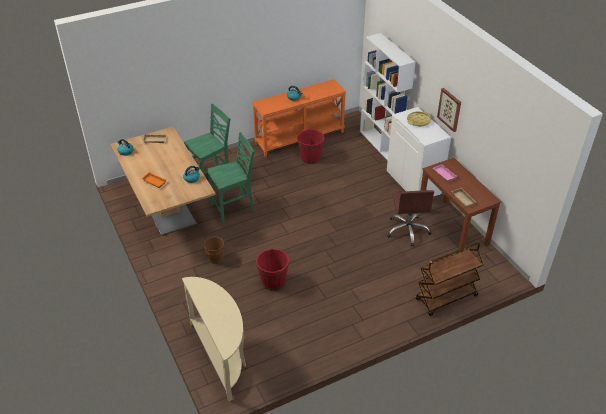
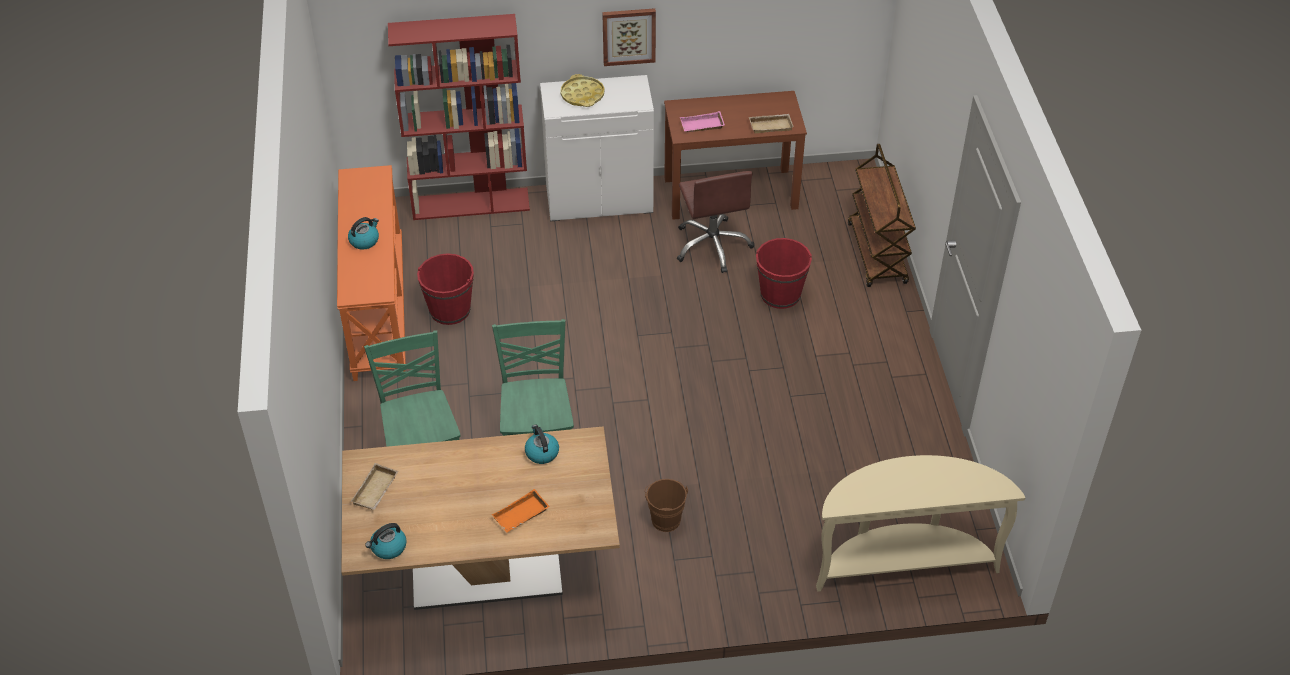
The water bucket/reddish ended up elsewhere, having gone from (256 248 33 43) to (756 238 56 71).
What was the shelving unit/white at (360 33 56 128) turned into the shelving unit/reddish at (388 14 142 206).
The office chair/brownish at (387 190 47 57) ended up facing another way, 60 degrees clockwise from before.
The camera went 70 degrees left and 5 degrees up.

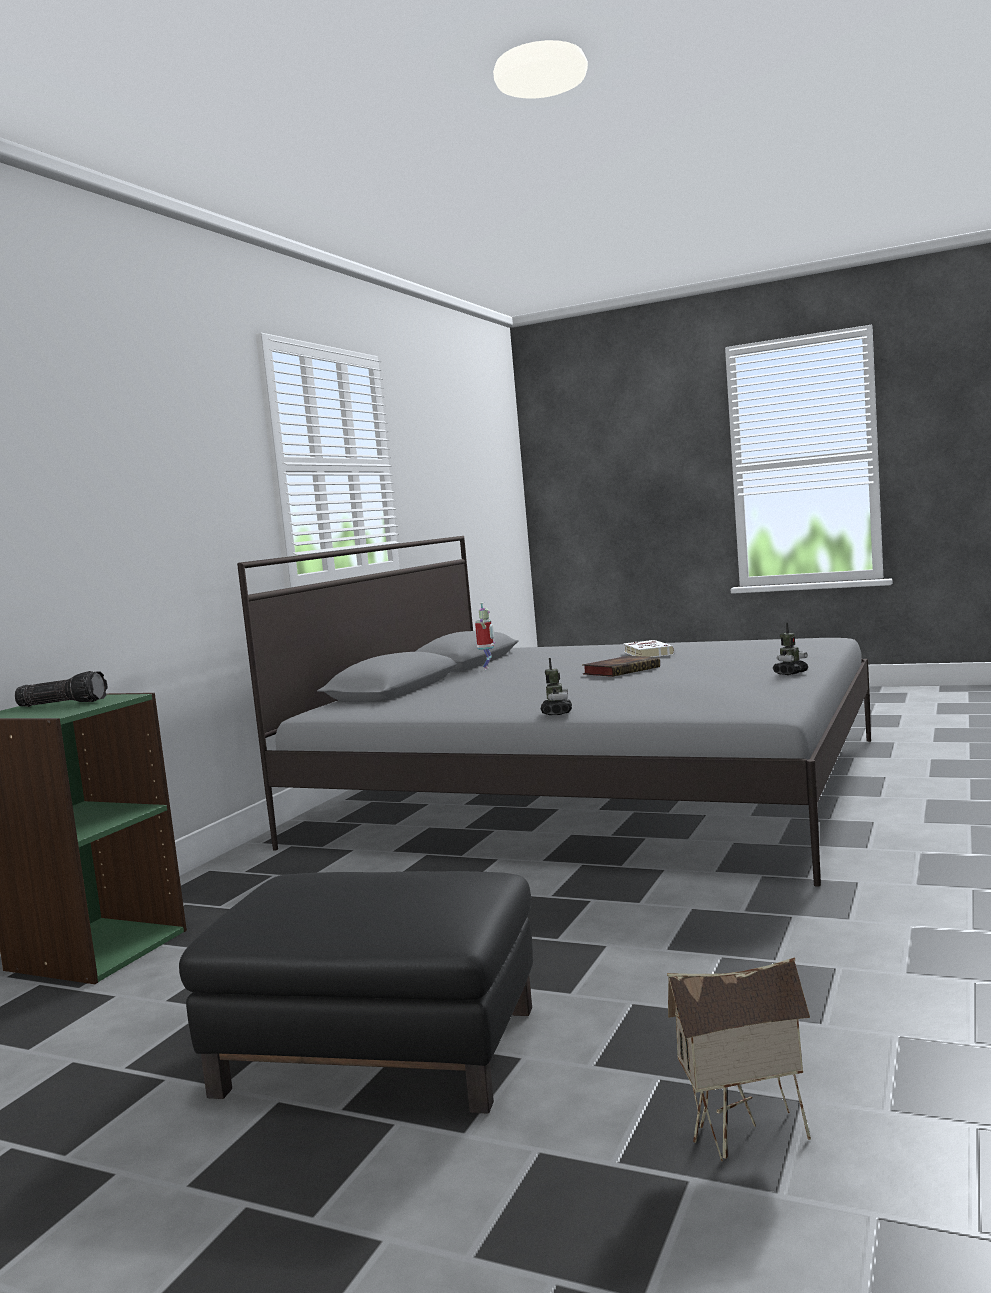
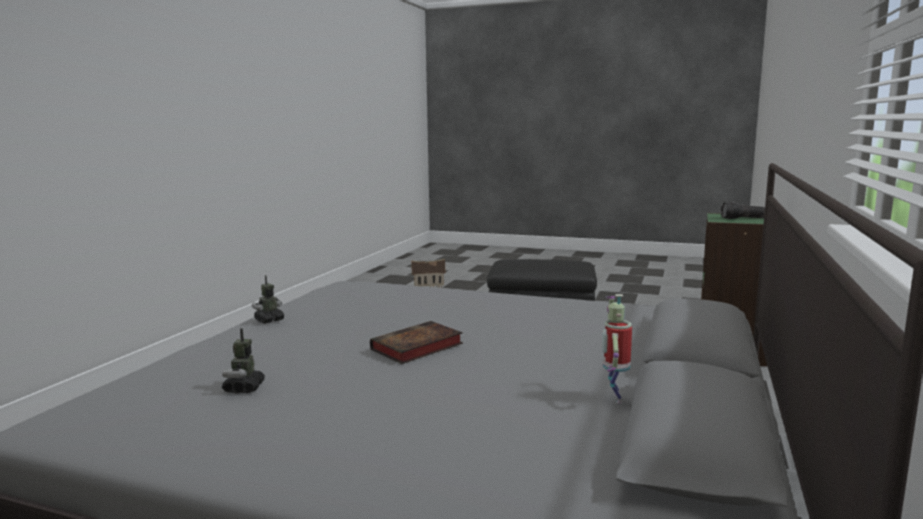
The toy robot ended up elsewhere, having gone from (541 658 31 57) to (222 328 43 66).
The second view lost the volume/white at (623 640 52 17).
The camera went 175 degrees right and 5 degrees up.

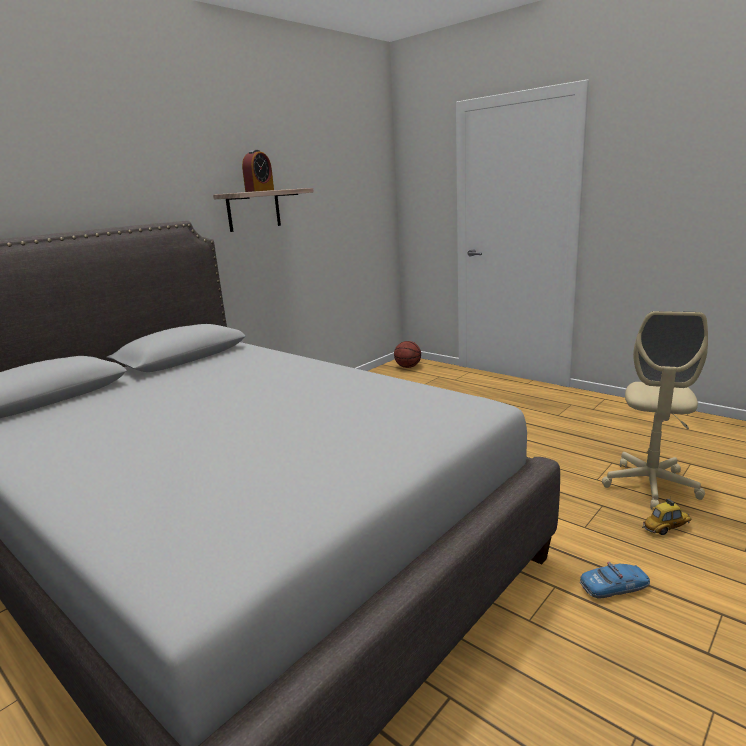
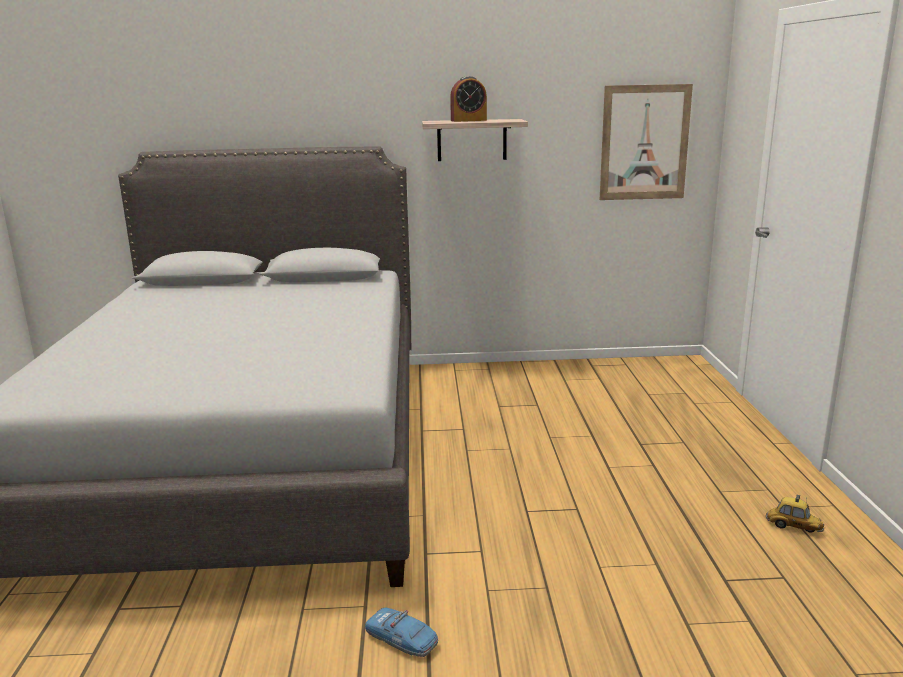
The second view lost the basketball at (394 341 27 27).
The second view lost the office chair/sand-coloured at (602 311 106 199).
The toy car ended up elsewhere, having gone from (642 499 50 36) to (766 495 58 38).
The second view gained the wall art at (600 84 93 116).
The camera went 45 degrees right and 0 degrees up.

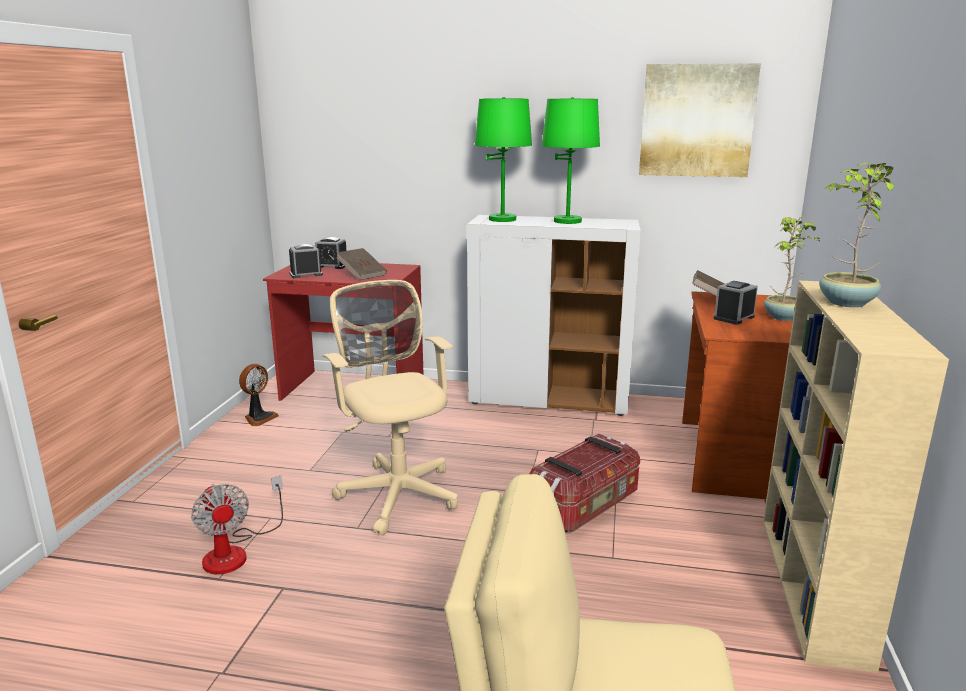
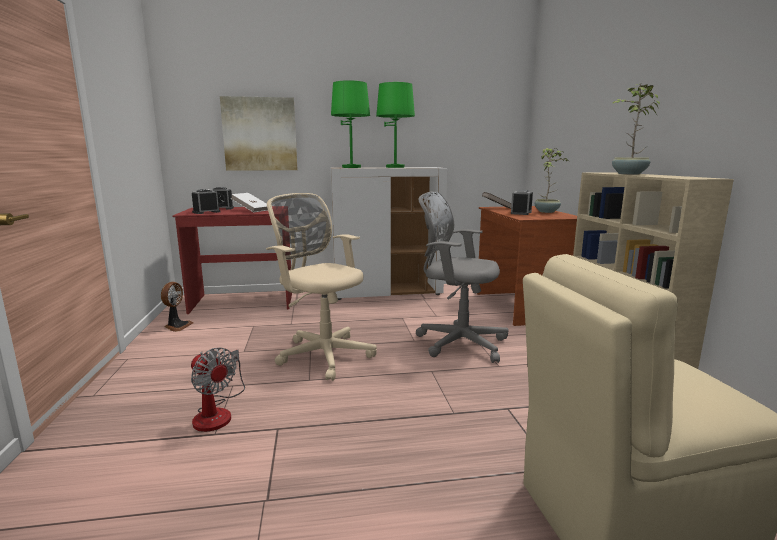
What was the volume/brownish at (336 248 51 32) turned into the volume/white at (230 193 38 20).
Where the storage bin stood at (529 434 111 98), the office chair/gray came to stand at (416 191 93 172).
The wall art ended up elsewhere, having gone from (639 63 122 114) to (220 96 77 75).
The camera went 20 degrees left and 5 degrees down.

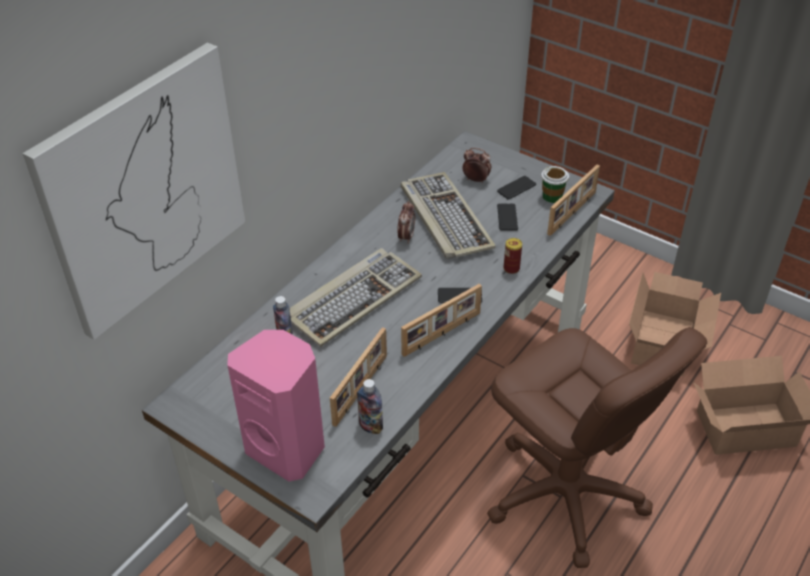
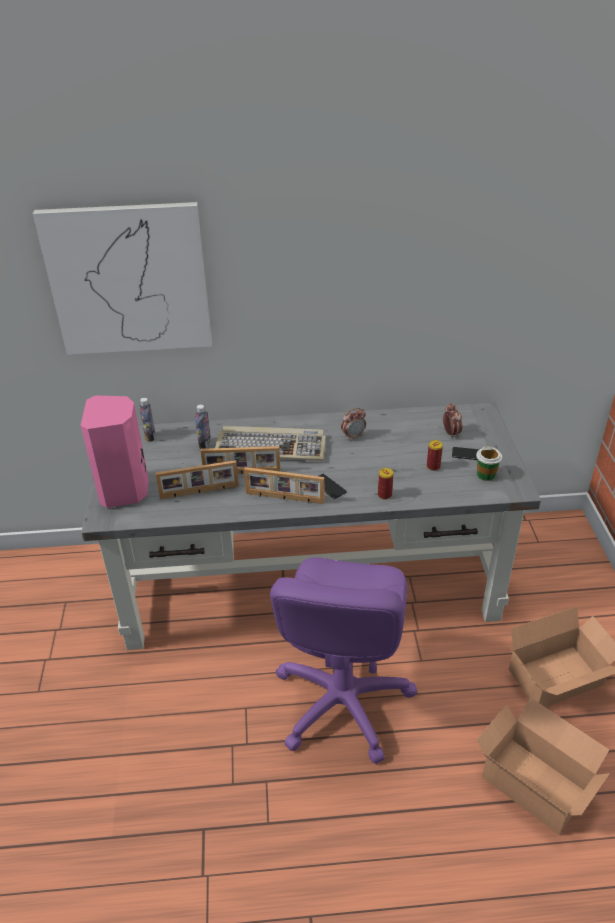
The bottle ended up elsewhere, having gone from (357 379 26 55) to (139 398 17 44).
The second view lost the keyboard at (401 172 95 87).
What was the office chair/brownish at (487 327 220 241) turned into the office chair/purple-coloured at (270 557 147 207).
Where the handset stood at (497 204 21 27), the sealed can came to stand at (427 440 16 31).
The photo frame ended up elsewhere, having gone from (547 165 53 71) to (201 446 79 28).
The camera went 50 degrees right and 5 degrees down.

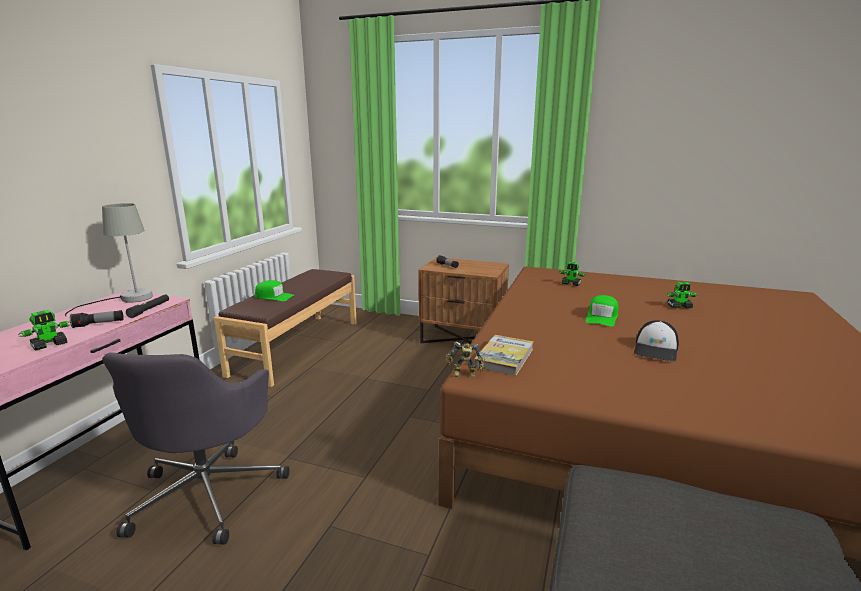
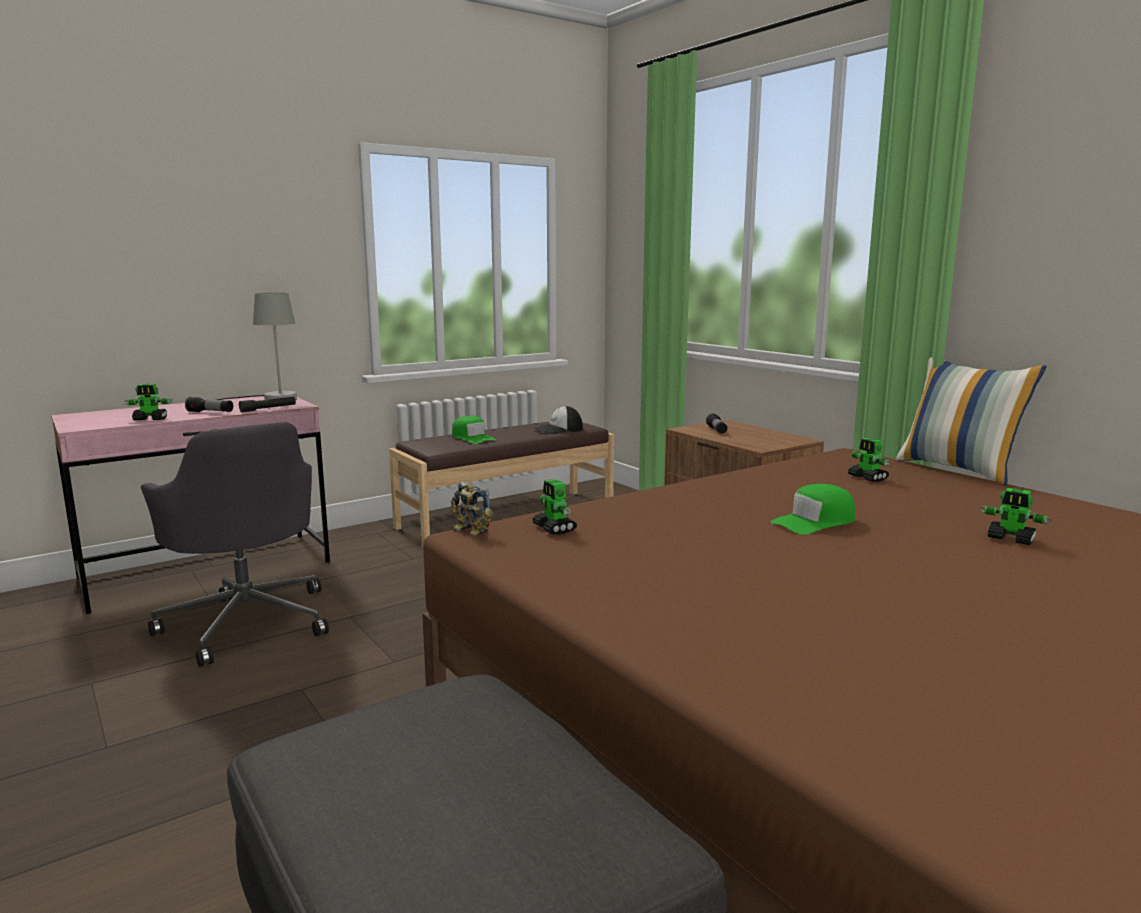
The office chair/gray at (102 352 187 193) ended up facing another way, 75 degrees counterclockwise from before.
Where the volume stood at (474 335 60 41), the toy robot came to stand at (532 479 45 56).
The cap ended up elsewhere, having gone from (634 320 45 41) to (534 406 49 28).
The second view gained the pillow at (896 357 151 128).
The camera went 35 degrees right and 5 degrees down.

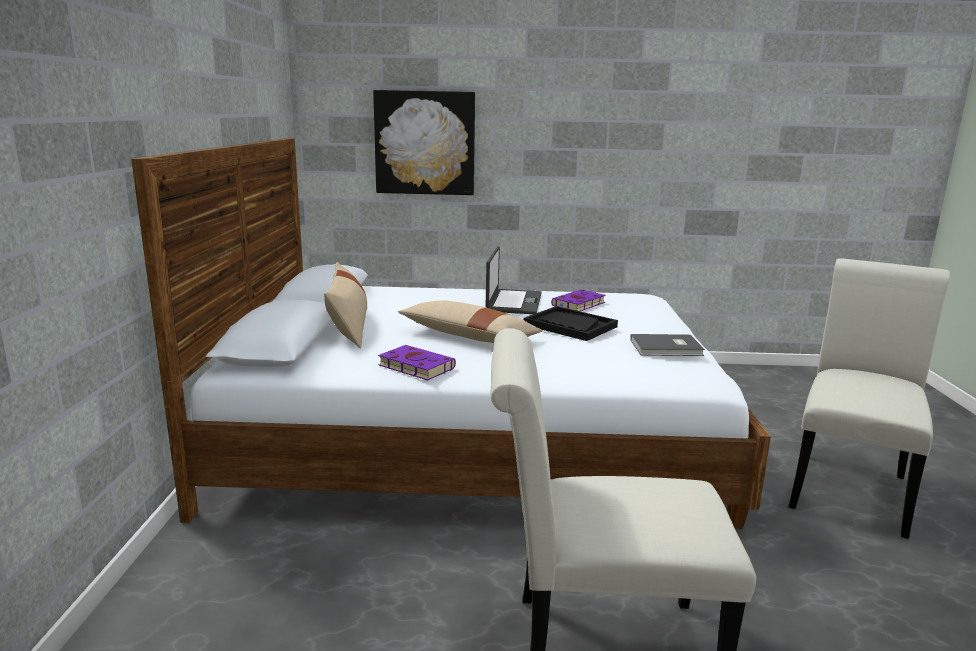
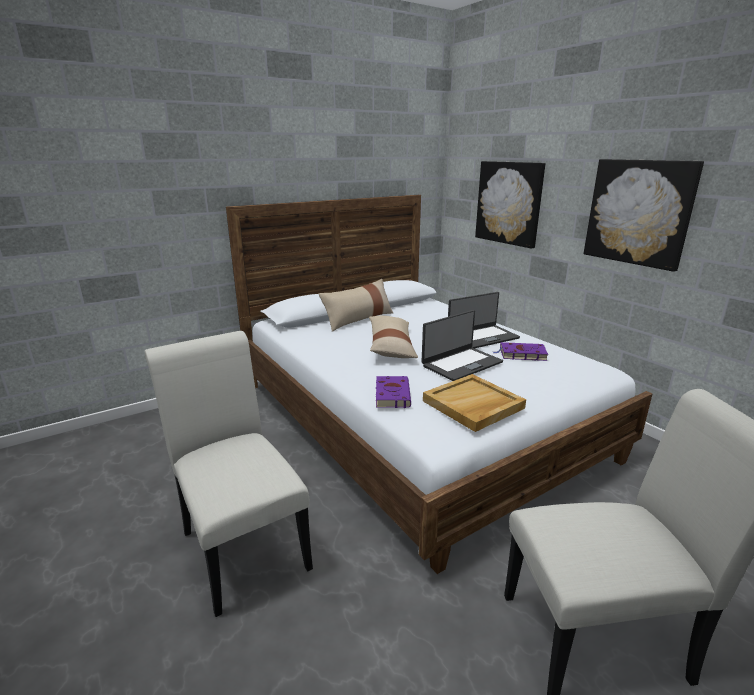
The volume/purple-coloured ended up elsewhere, having gone from (378 345 78 35) to (376 376 35 32).
Where the tray/black stood at (524 306 94 35), the notebook computer came to stand at (421 310 82 71).
Where the volume/gray stood at (630 334 75 22), the tray/sand-coloured came to stand at (423 374 103 58).
The second view gained the wall art at (584 159 120 113).
The camera went 55 degrees right and 5 degrees up.

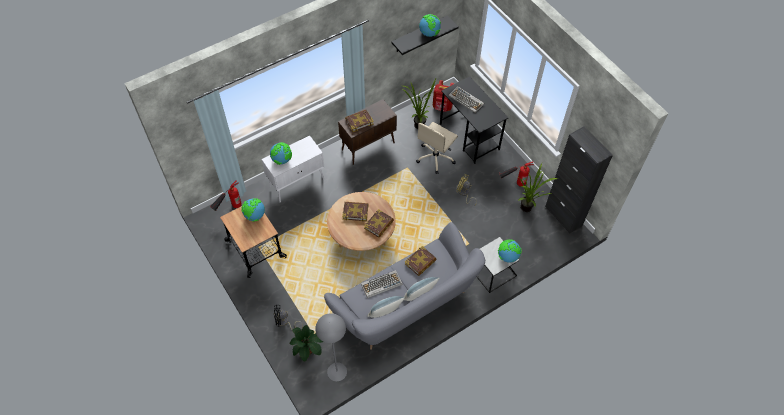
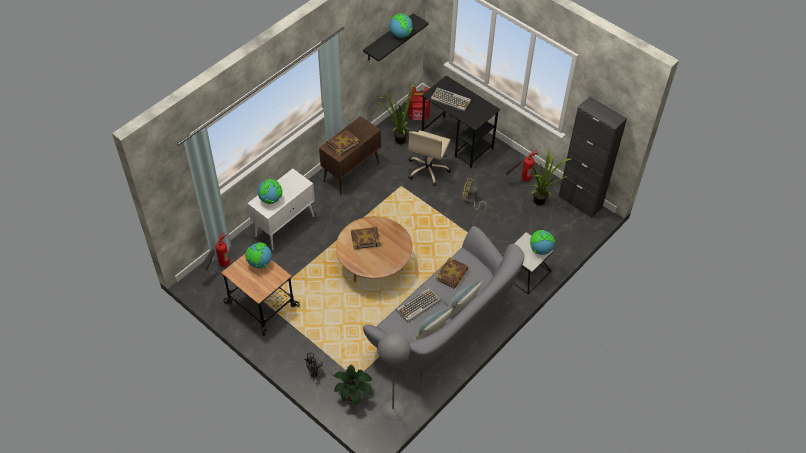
The second view lost the volume at (364 209 30 29).
The camera went 15 degrees left and 5 degrees down.

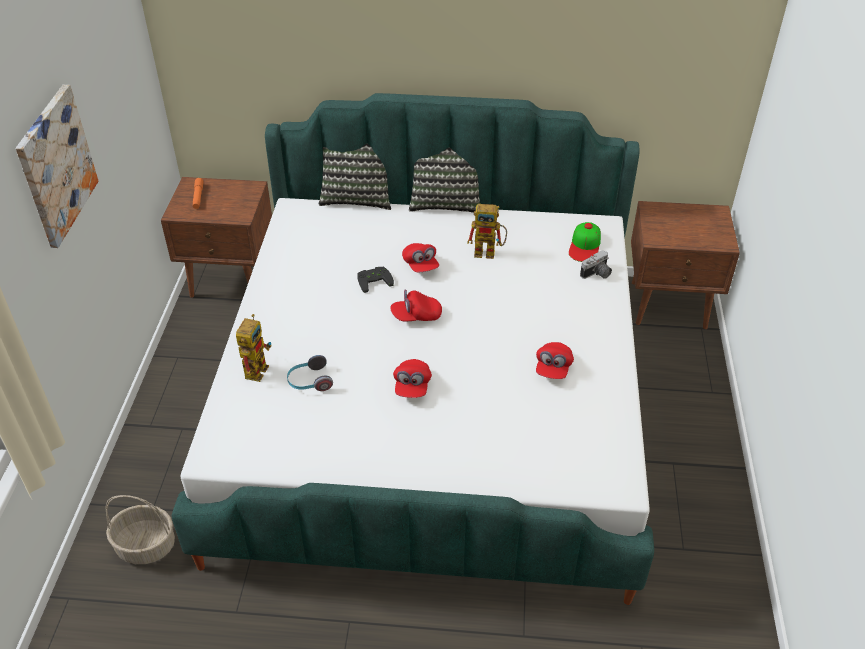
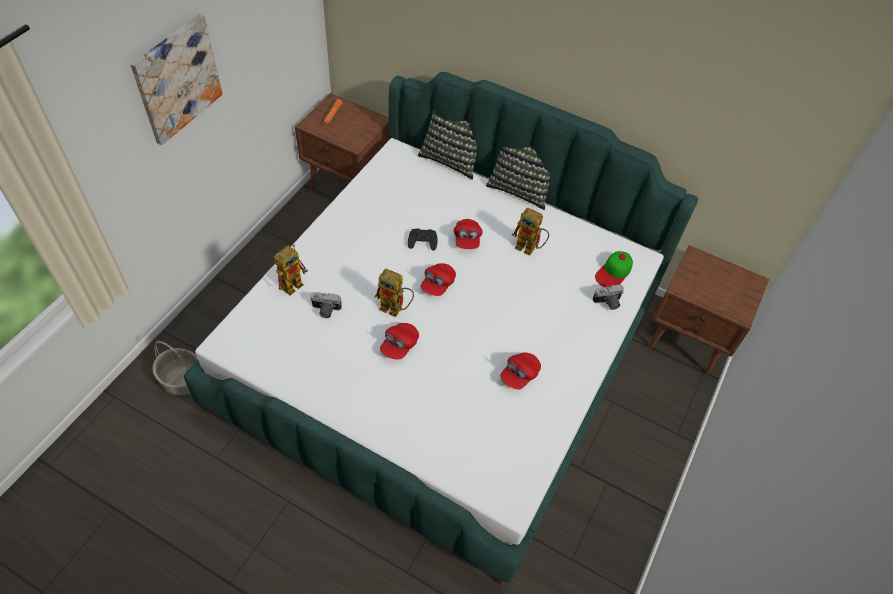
Where the pair of headphones stood at (287 355 46 36), the photo camera came to stand at (310 292 32 26).
The cap/reddish at (390 289 52 32) ended up facing another way, 75 degrees counterclockwise from before.
The second view gained the toy robot at (374 269 40 48).
The camera went 20 degrees right and 10 degrees up.

